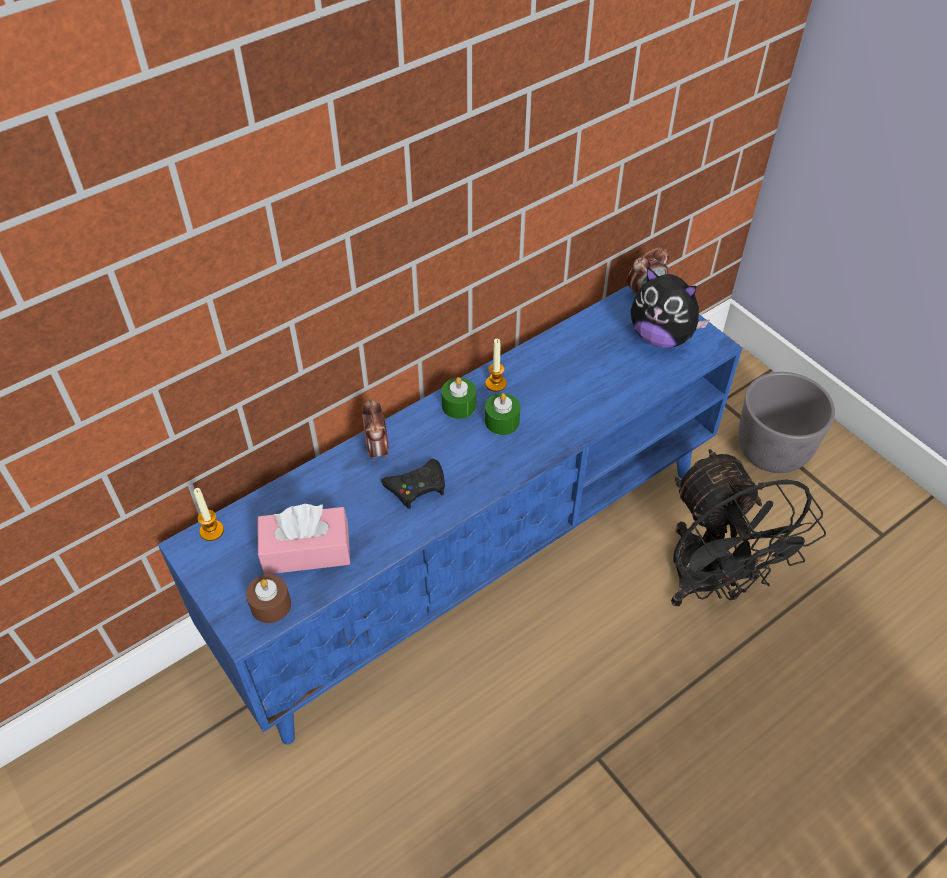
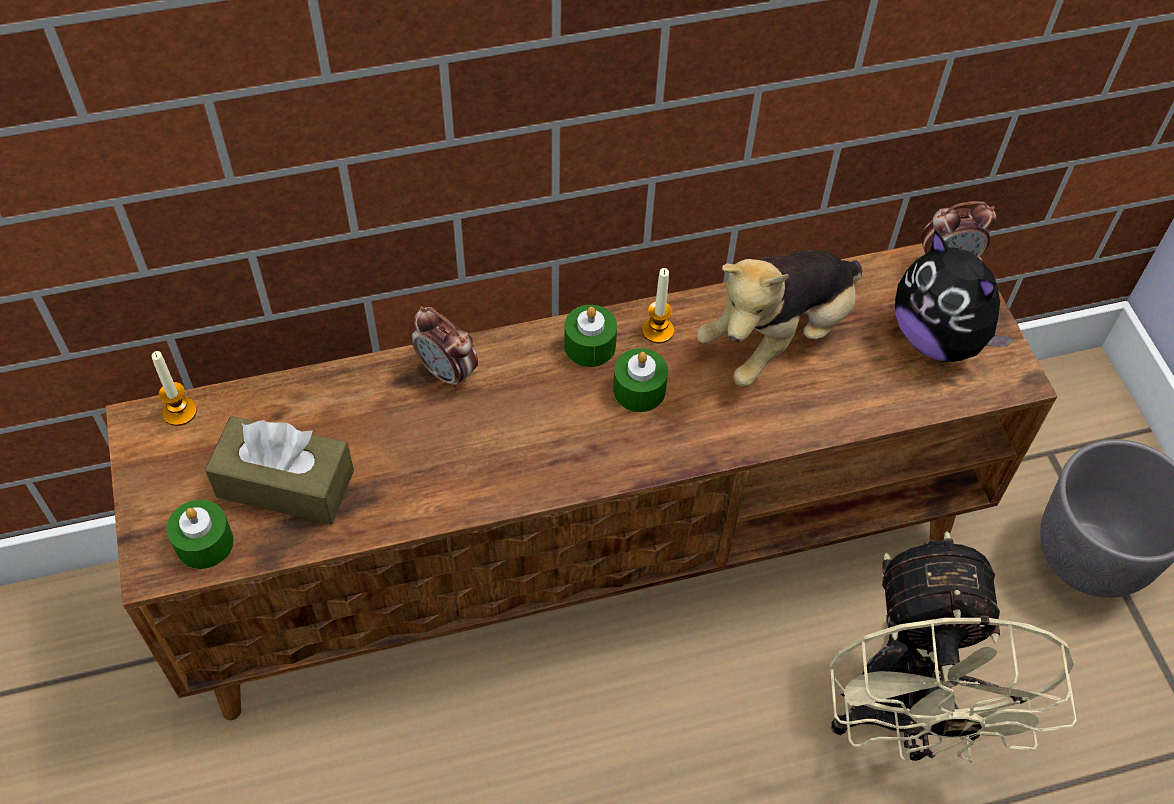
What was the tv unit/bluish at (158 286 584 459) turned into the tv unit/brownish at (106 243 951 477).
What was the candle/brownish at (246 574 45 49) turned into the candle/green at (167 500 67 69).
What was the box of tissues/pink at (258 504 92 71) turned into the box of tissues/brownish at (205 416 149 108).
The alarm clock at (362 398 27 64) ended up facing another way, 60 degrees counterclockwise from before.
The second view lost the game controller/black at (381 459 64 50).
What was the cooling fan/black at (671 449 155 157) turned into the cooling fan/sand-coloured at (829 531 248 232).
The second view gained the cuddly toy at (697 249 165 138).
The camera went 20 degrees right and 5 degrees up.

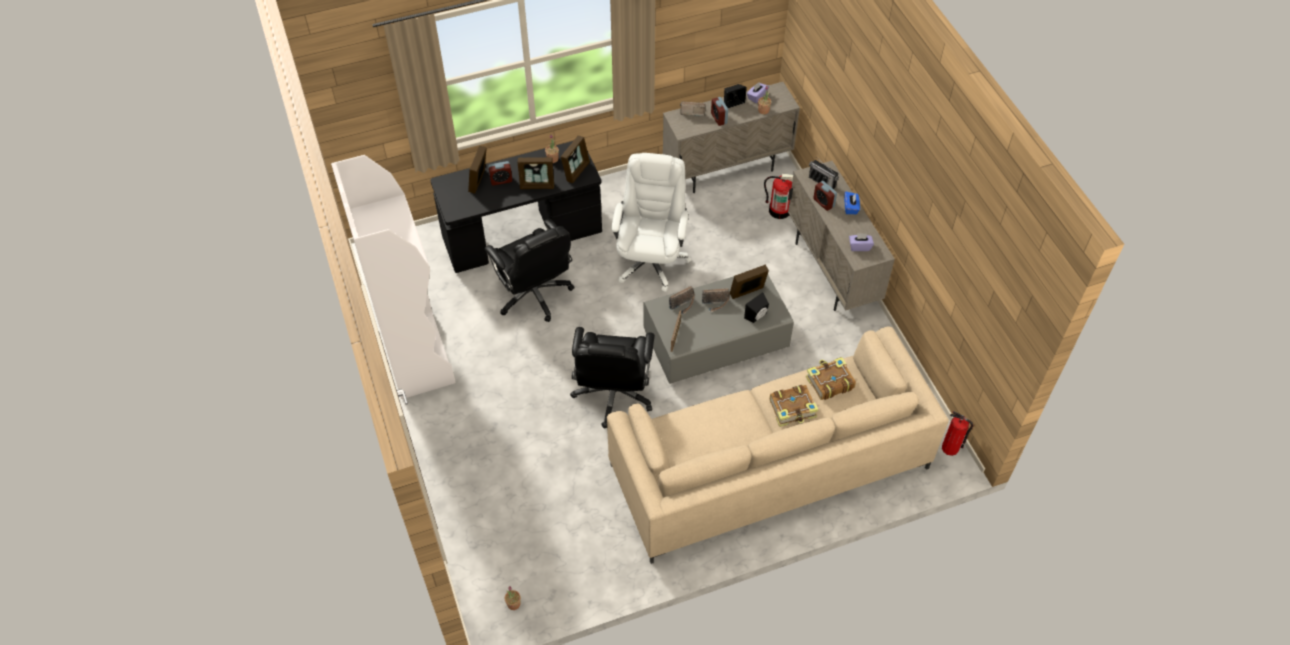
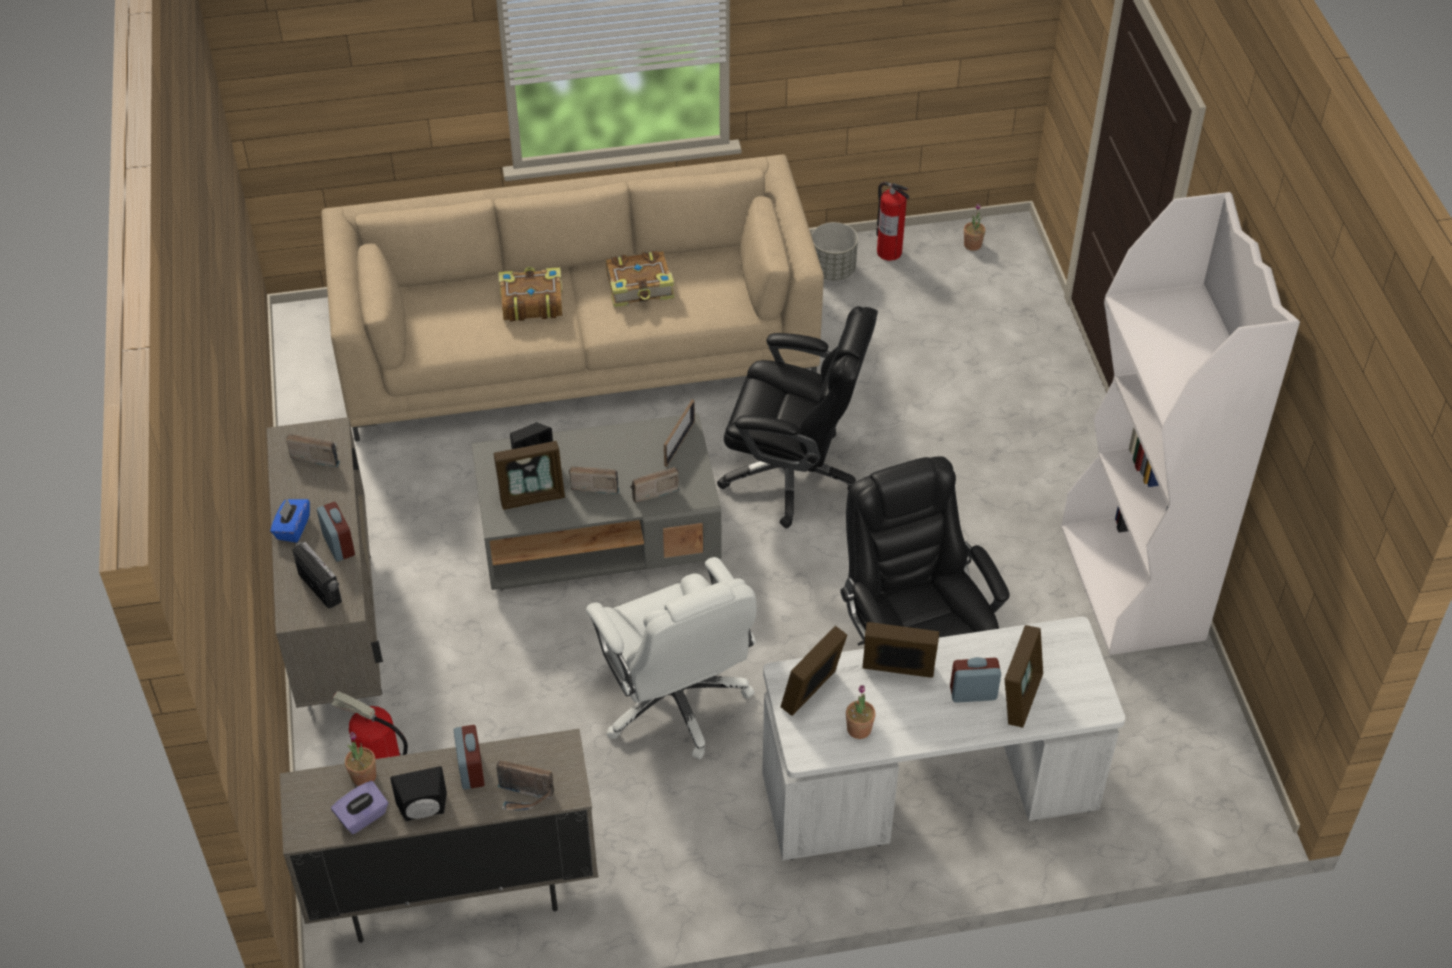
What was the desk unit/black at (430 141 172 132) turned into the desk unit/white at (762 617 363 244).
The office chair/black at (570 327 85 102) ended up facing another way, 90 degrees clockwise from before.
The office chair/white at (611 153 80 139) ended up facing another way, 45 degrees counterclockwise from before.
The volume ended up elsewhere, having gone from (806 357 50 43) to (606 250 69 57).
Where the box of tissues/purple-coloured stood at (849 233 25 18), the radio set came to stand at (286 434 54 33).
The fire-fighting cylinder ended up elsewhere, having gone from (942 411 32 45) to (876 182 33 79).
The second view gained the flower pot/gray at (812 222 46 59).
The camera went 170 degrees left and 5 degrees down.

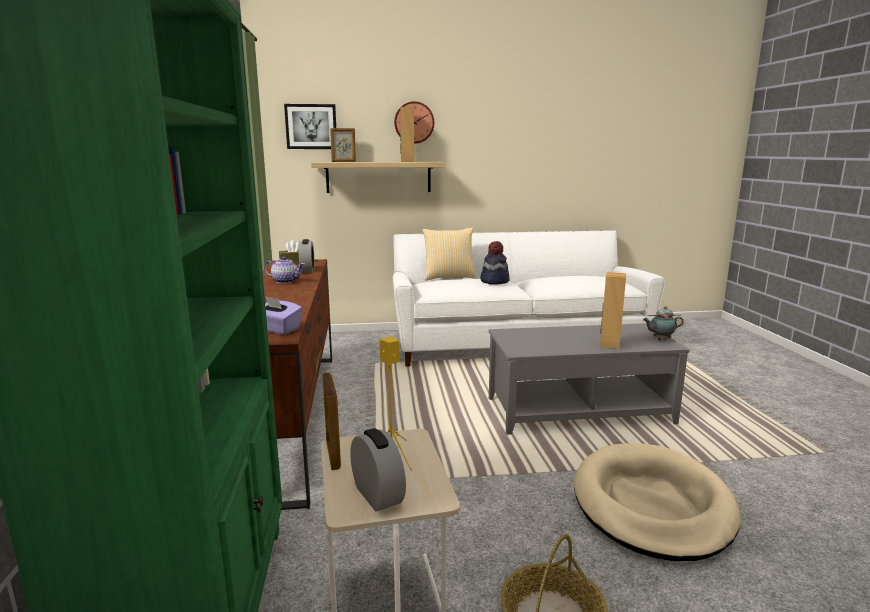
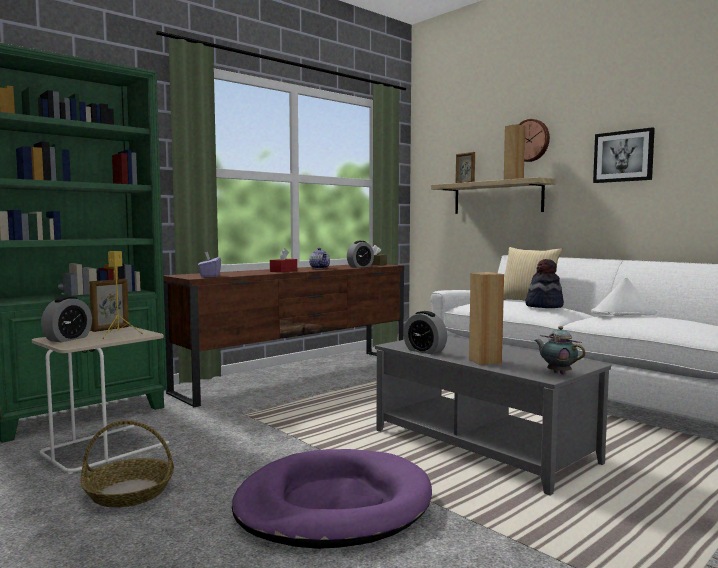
The wall art ended up elsewhere, having gone from (284 104 52 45) to (593 127 62 56).
What was the dog cushion/sand-coloured at (574 443 166 118) turned into the dog cushion/purple-coloured at (232 449 200 100).
The second view gained the box of tissues/reddish at (270 248 27 24).
The second view gained the alarm clock at (403 311 44 43).
The second view gained the clothing hat/white at (591 277 66 38).
The camera went 55 degrees right and 10 degrees down.

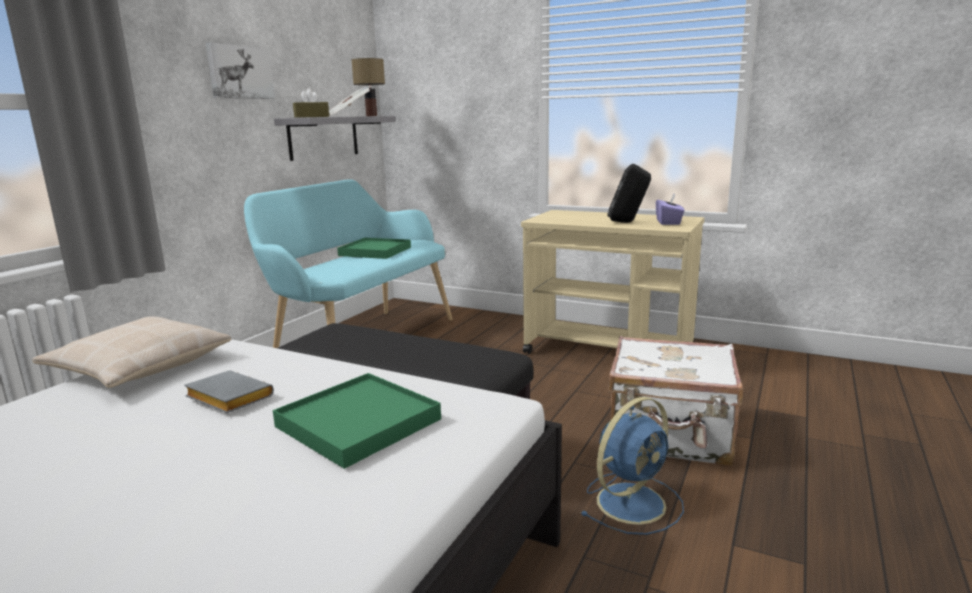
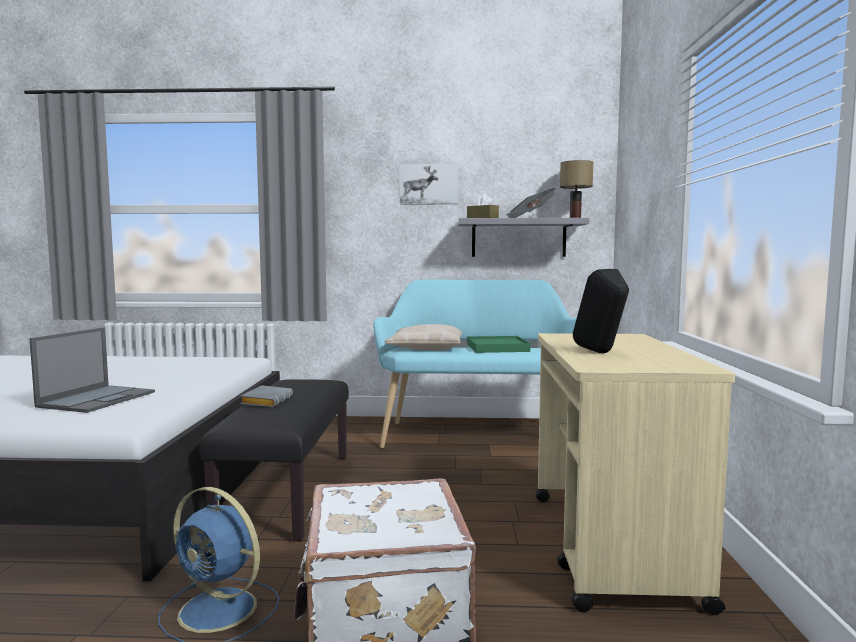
The pillow/sand-coloured ended up elsewhere, having gone from (32 316 199 72) to (385 324 77 26).
The volume/gray ended up elsewhere, having gone from (184 370 90 43) to (240 385 53 22).
Where the tray/green stood at (273 373 168 96), the notebook computer came to stand at (29 327 126 86).
The second view lost the box of tissues/purple-coloured at (656 194 29 31).
The camera went 65 degrees right and 10 degrees down.

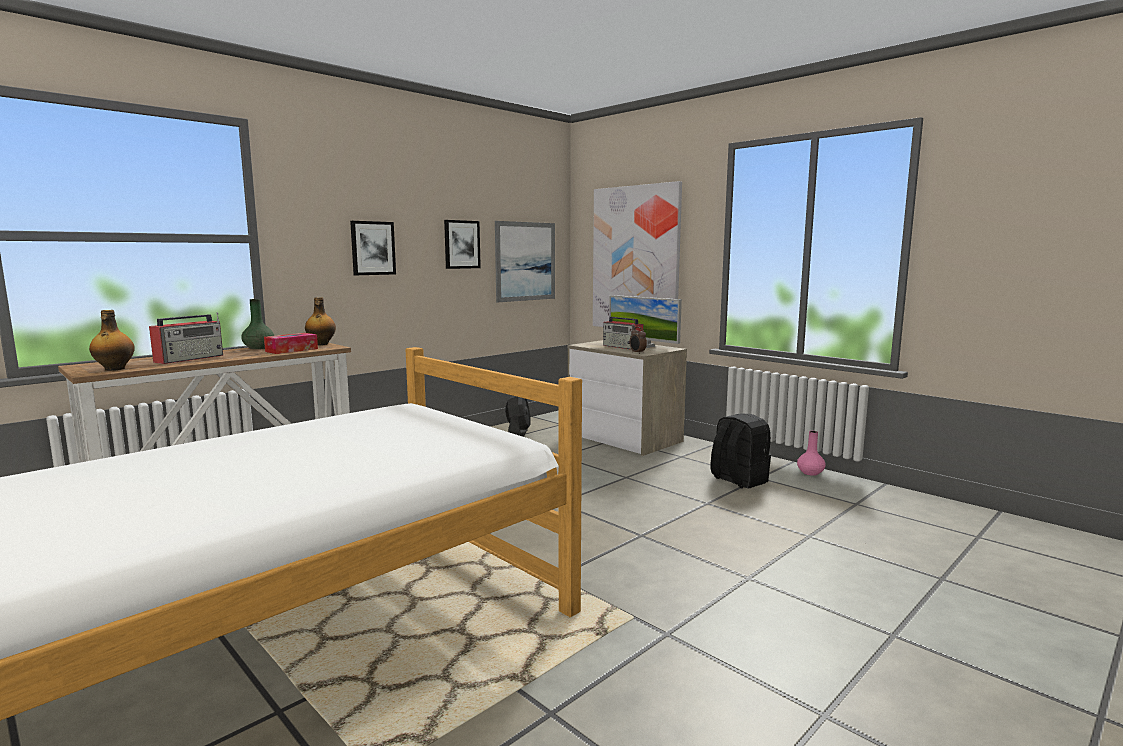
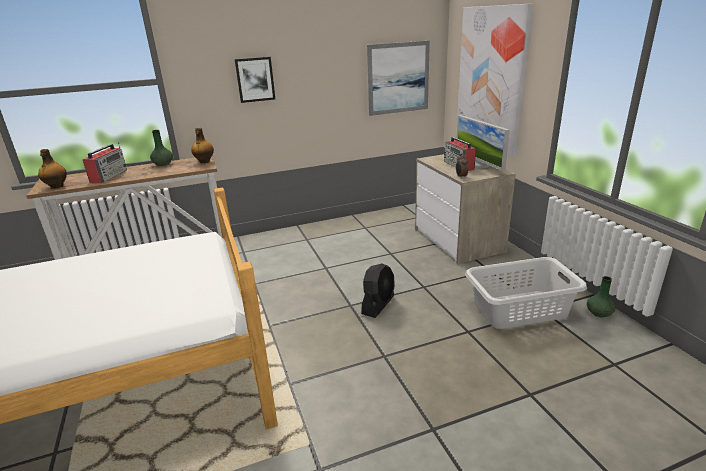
The radio set at (149 312 74 52) ended up facing another way, 45 degrees counterclockwise from before.
The second view lost the box of tissues at (264 333 54 21).
The second view lost the wall art at (444 220 37 49).
The cooling fan/black ended up elsewhere, having gone from (505 396 26 41) to (361 264 34 54).
Where the rucksack/black stood at (711 413 60 75), the hamper/gray came to stand at (465 257 122 72).
What was the decorative vase/pink at (797 431 29 45) turned into the decorative vase/green at (587 276 29 41).
The camera went 25 degrees right and 15 degrees up.

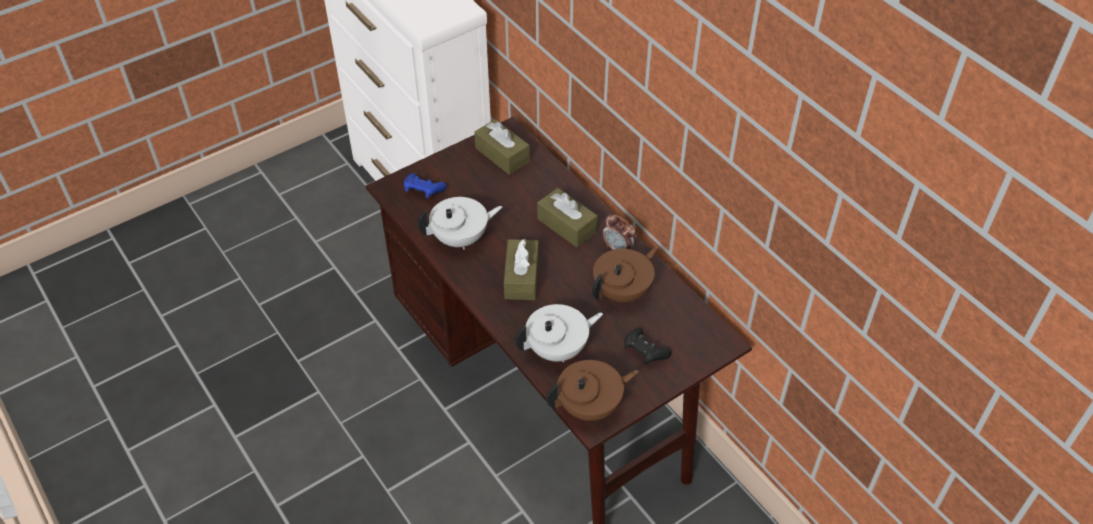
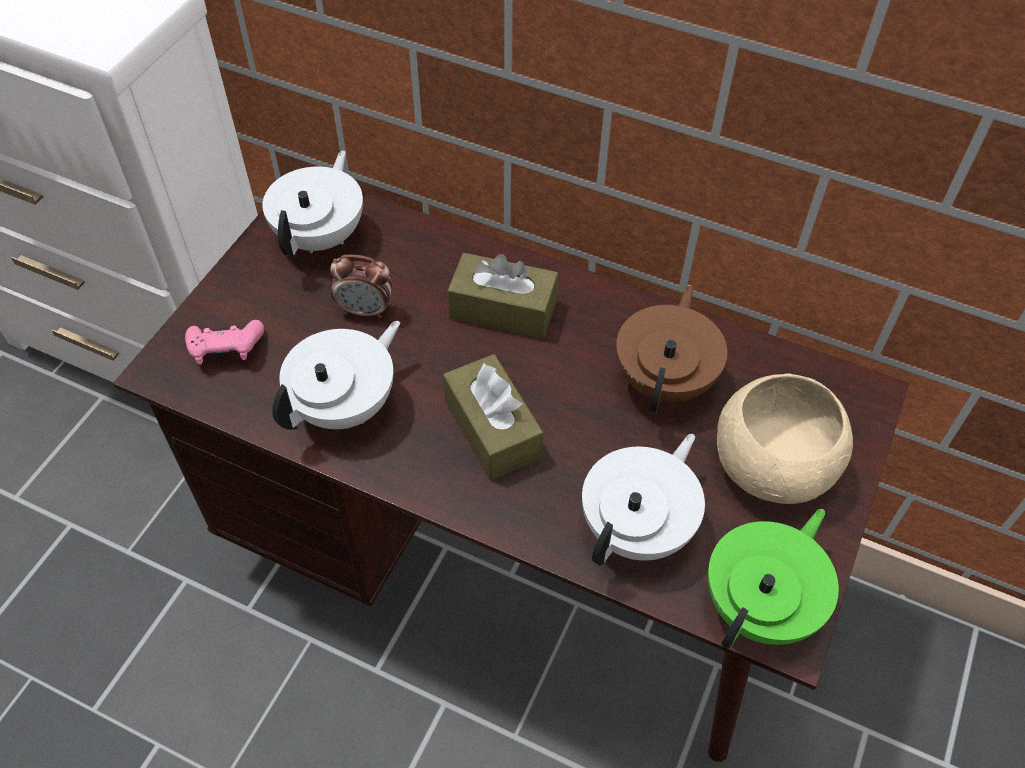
What was the game controller/bluish at (404 173 42 25) turned into the game controller/pink at (185 320 79 45).
Where the box of tissues/brownish stood at (474 119 56 56), the tea pot/white came to stand at (262 150 101 107).
What was the tea pot/brownish at (546 360 92 61) turned into the tea pot/green at (708 509 131 140).
The alarm clock ended up elsewhere, having gone from (602 215 34 35) to (330 255 62 63).
Where the game controller/black stood at (624 328 47 36), the bowl/sand-coloured came to stand at (717 374 136 130).
The camera went 30 degrees left and 5 degrees up.

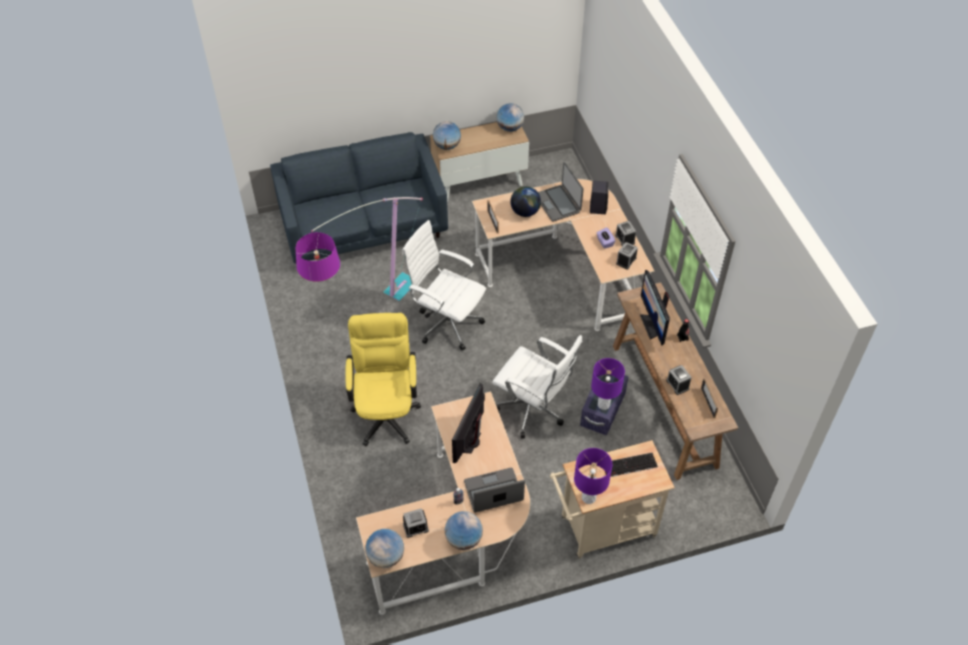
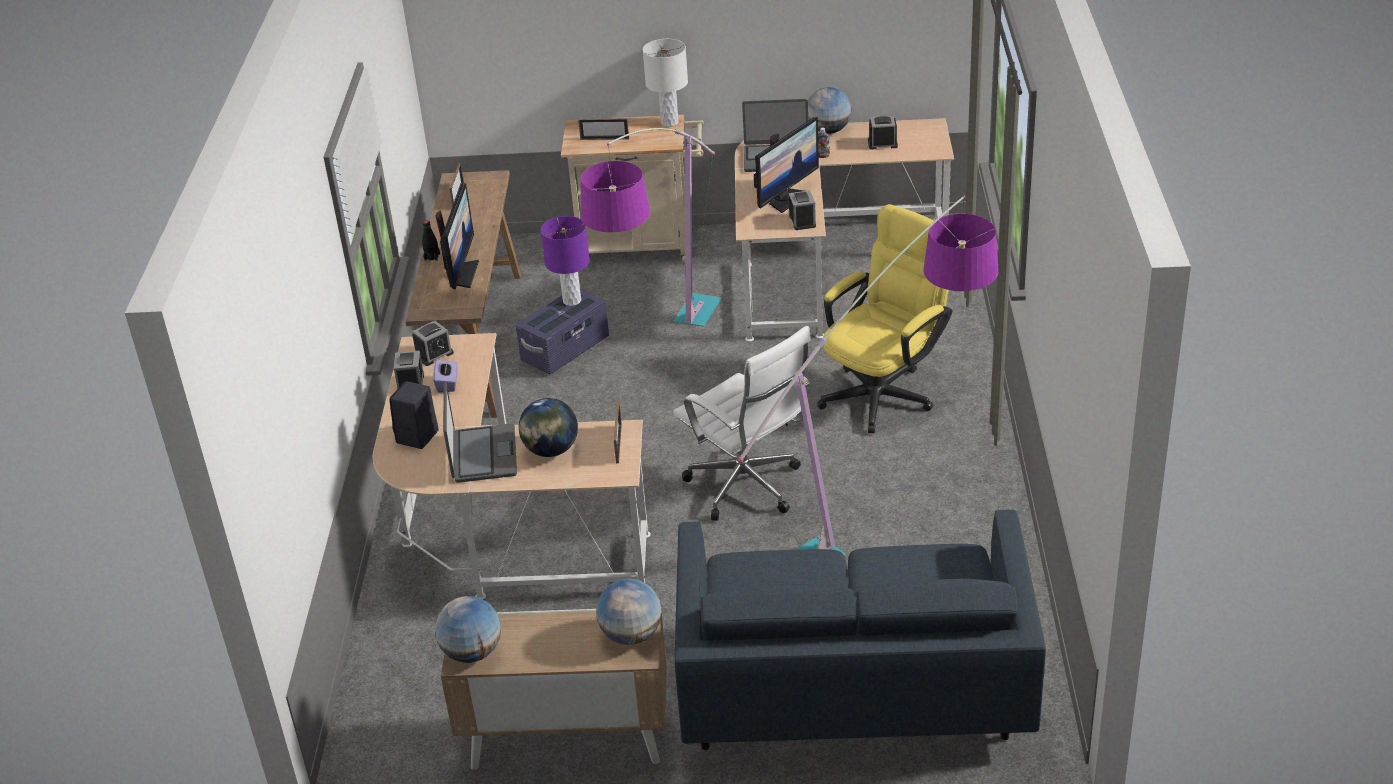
The office chair/yellowish at (345 313 76 133) ended up facing another way, 150 degrees counterclockwise from before.
The second view lost the world globe at (365 529 39 39).
Where the office chair/white stood at (492 335 90 104), the floor lamp came to stand at (581 128 141 199).
What was the lamp for a table/purple-coloured at (574 448 38 56) turned into the lamp for a table/white at (643 39 45 88).
Where the keyboard stood at (605 453 53 24), the photo frame came to stand at (578 118 51 22).
The alarm clock ended up elsewhere, having gone from (666 365 26 30) to (789 190 27 40).
The camera went 160 degrees left and 15 degrees down.

